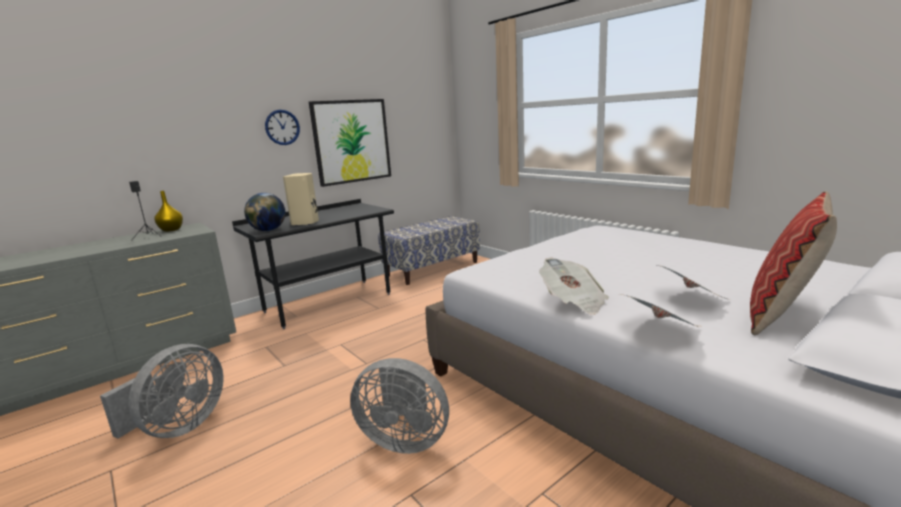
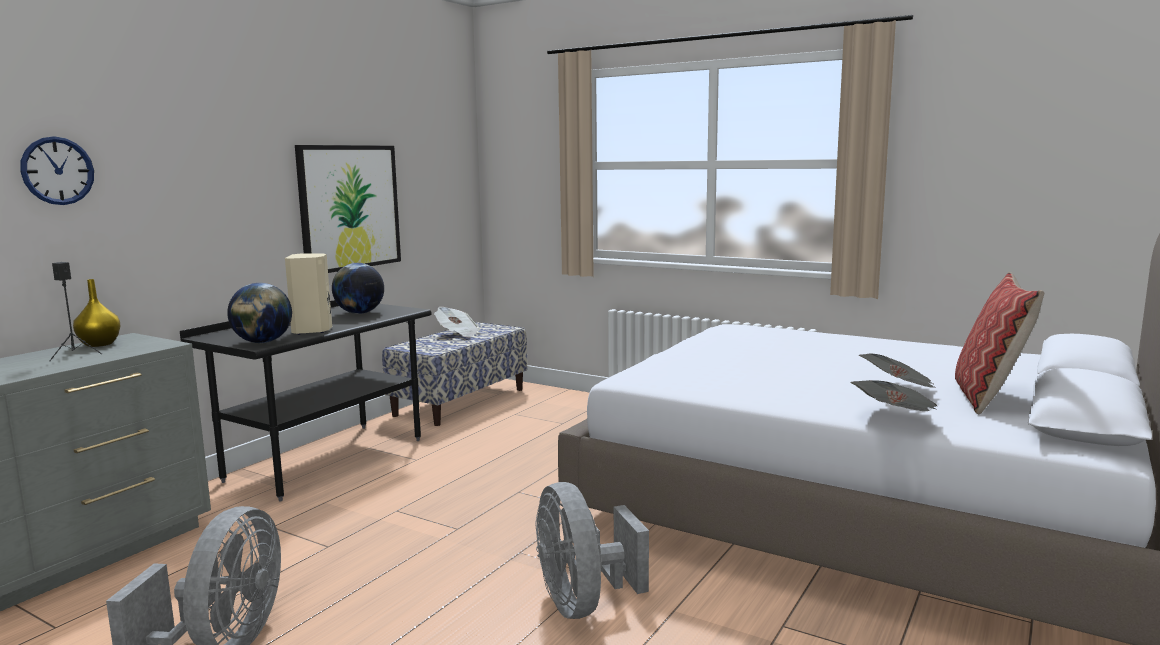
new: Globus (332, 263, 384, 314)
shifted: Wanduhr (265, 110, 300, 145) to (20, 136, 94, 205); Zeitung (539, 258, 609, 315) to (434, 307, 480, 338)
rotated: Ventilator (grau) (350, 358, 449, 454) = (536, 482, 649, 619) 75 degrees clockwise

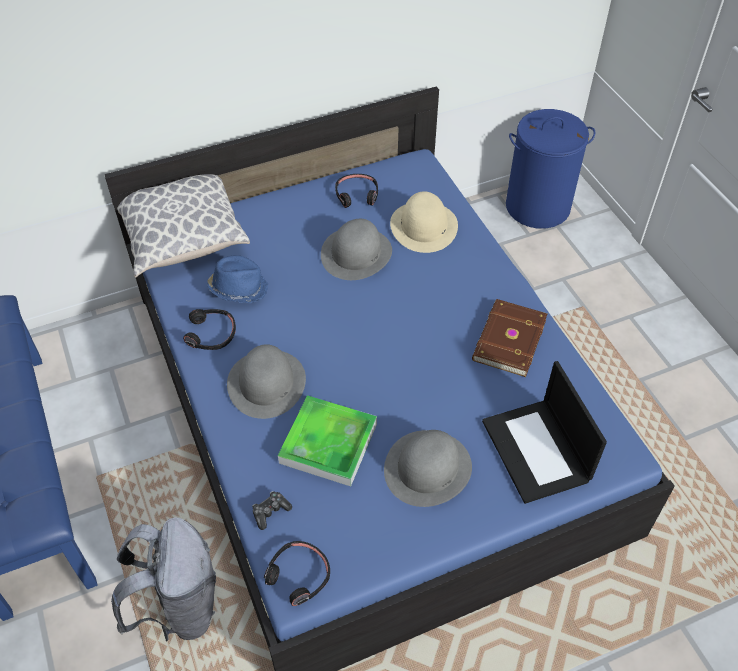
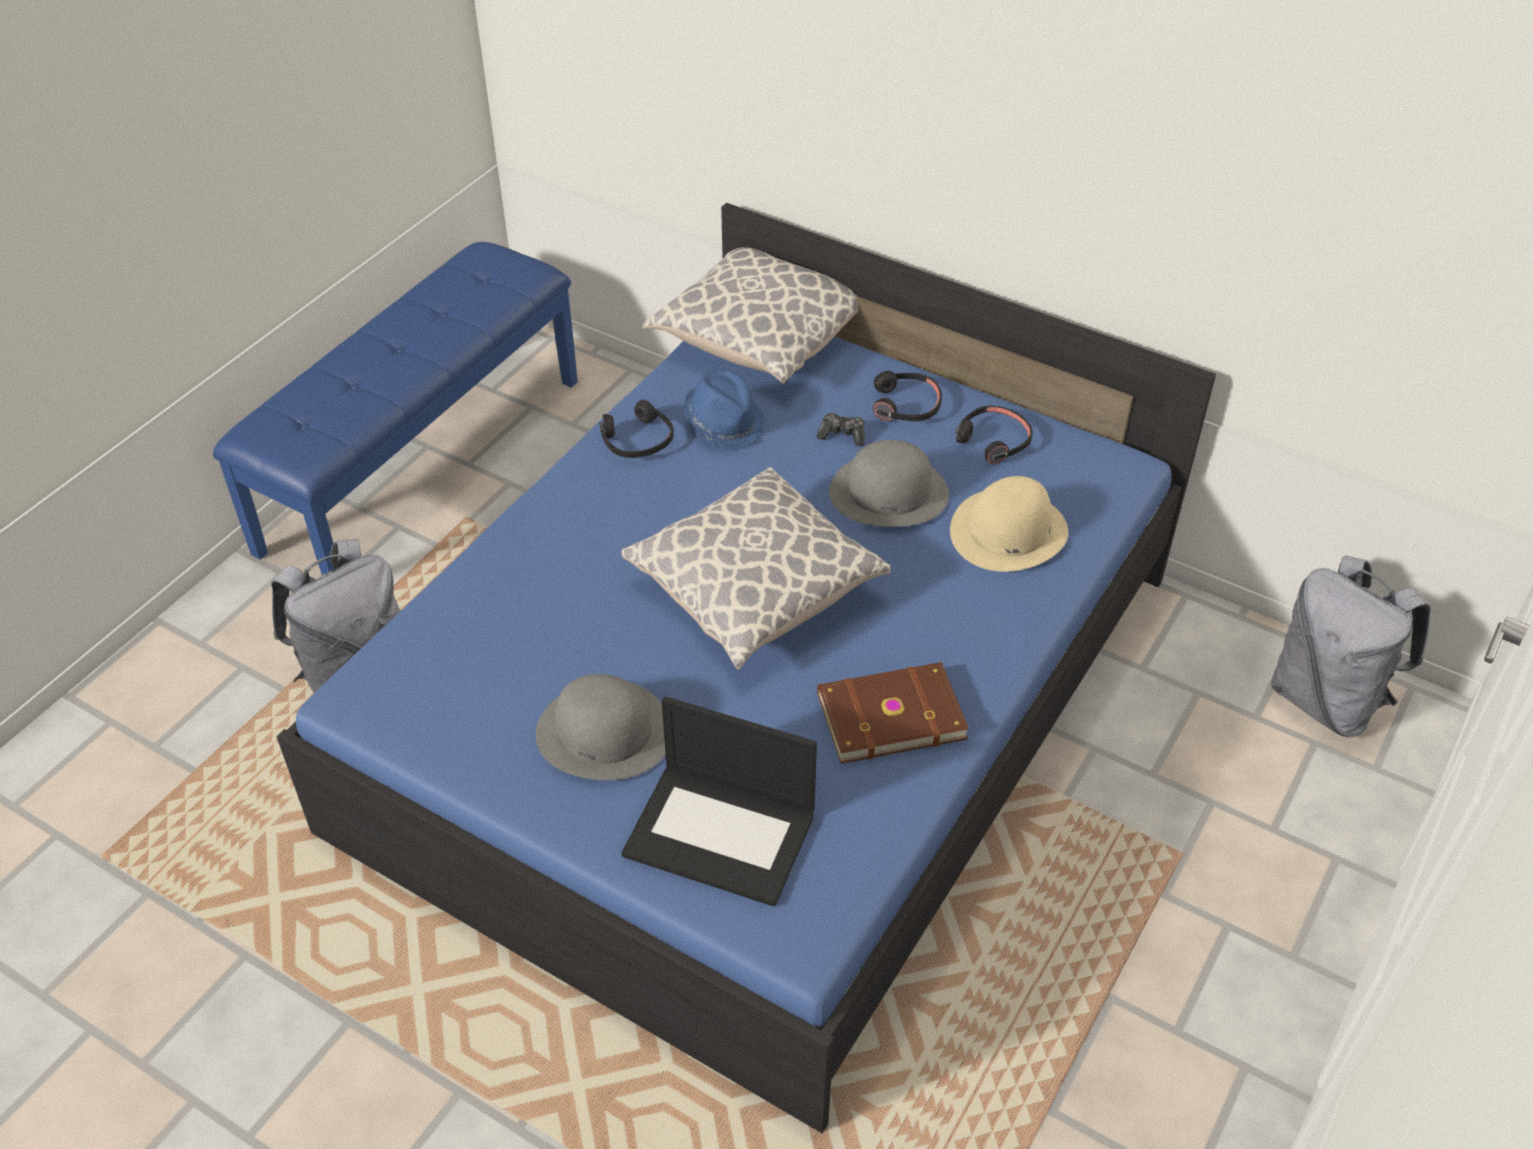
gone: Hut (grau) (227, 344, 306, 419); Tablett (278, 395, 377, 486)
new: Kissen (621, 467, 891, 670)
shifted: Gamepad (252, 491, 292, 530) to (817, 413, 865, 446); Kopfhörer (schwarz) (264, 541, 330, 606) to (873, 371, 942, 421)
swapped: Wäschekorb (blau) (506, 109, 595, 229) to Rucksack (grau) (1271, 556, 1431, 737)
rotated: Laptop (482, 361, 607, 504) = (622, 696, 817, 907) 105 degrees counterclockwise

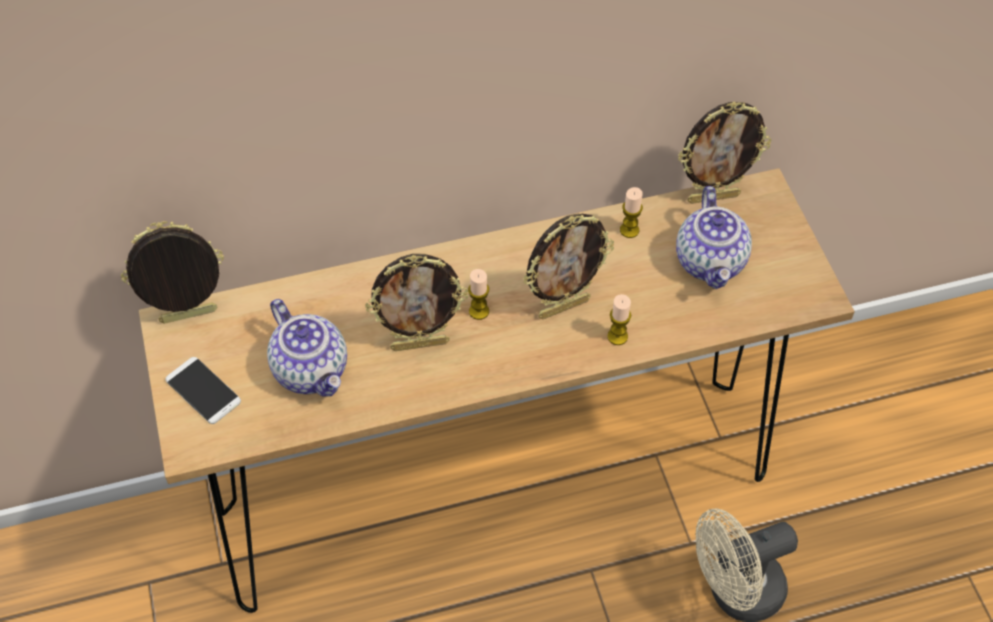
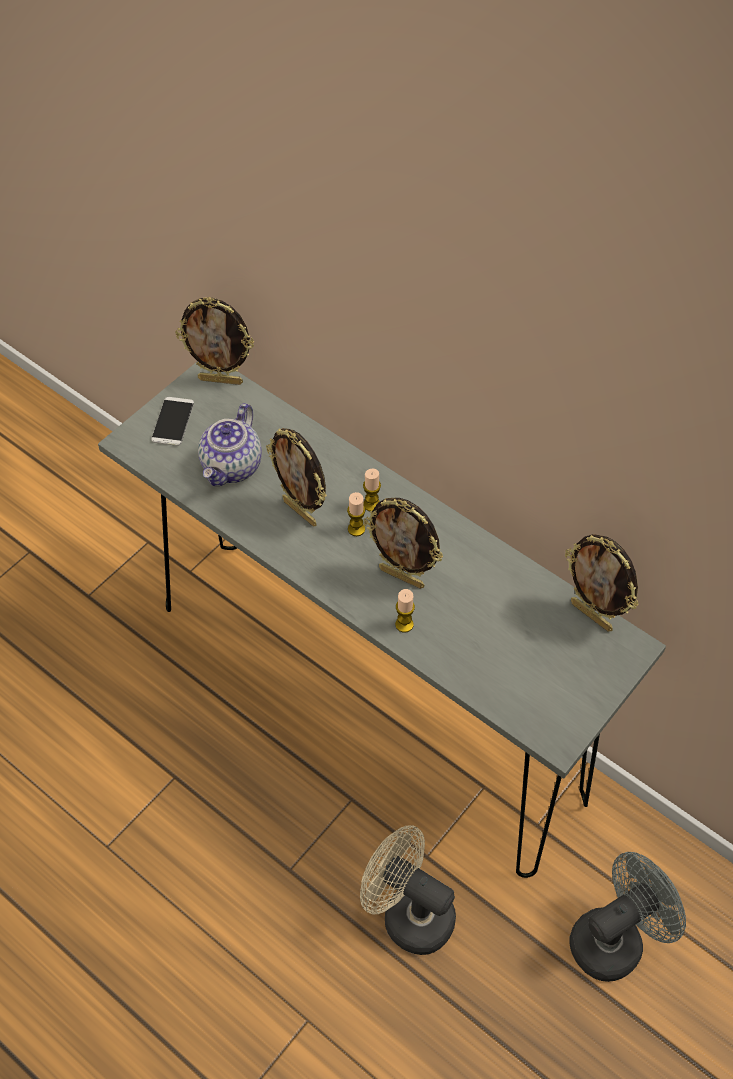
gone: Teekanne (676, 186, 752, 289)
new: Ventilator (grau) (569, 852, 686, 982)
shifted: Kerze (620, 187, 643, 238) to (363, 469, 381, 511)
repainted: Konsolentisch (braun) (139, 168, 854, 613) to Konsolentisch (grau) (98, 361, 666, 878)
rotated: Bilderrahmen (121, 221, 224, 324) = (175, 297, 254, 385) 150 degrees clockwise

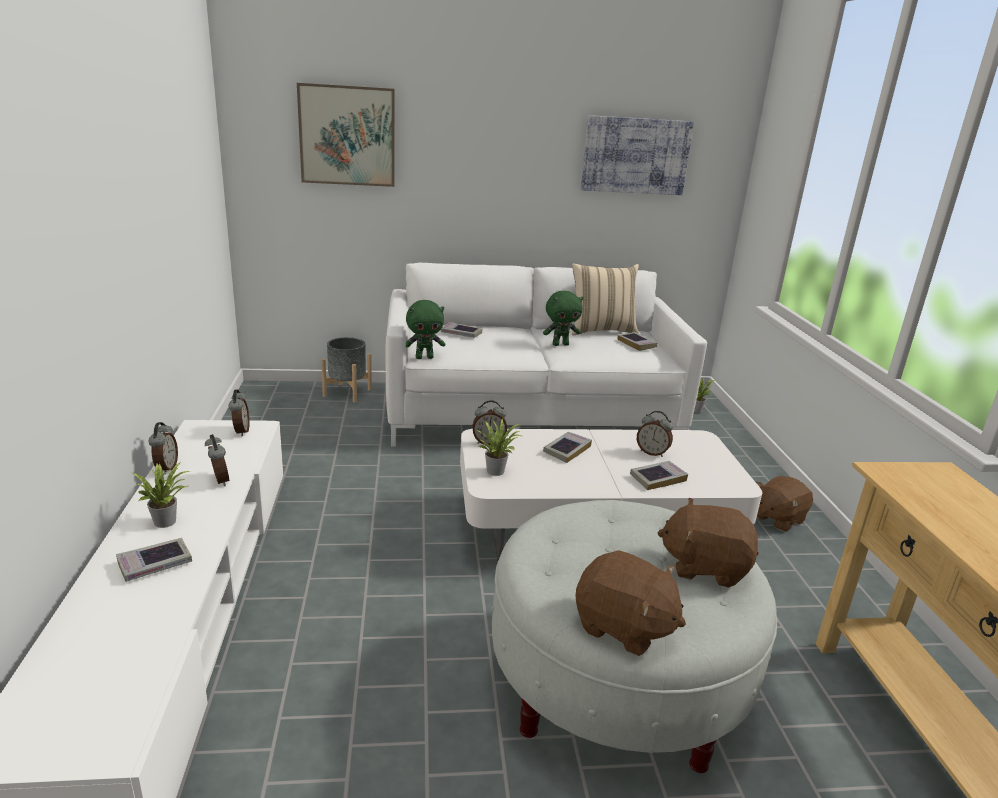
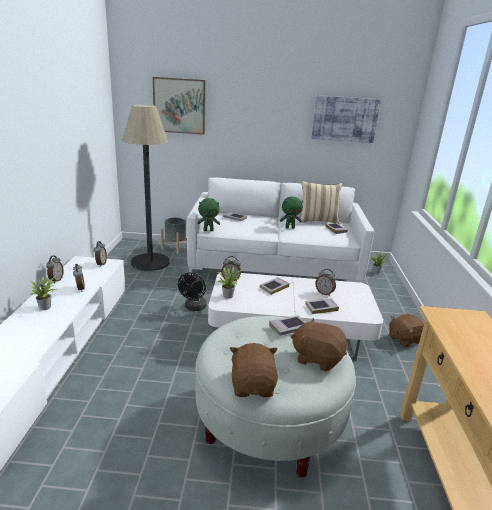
new: Stehlampe (122, 105, 170, 271); Ventilator (schwarz) (178, 273, 207, 311)
shifted: Buch (116, 538, 192, 582) to (269, 315, 306, 336)
rotated: Plüschtier (braun) (575, 550, 686, 656) = (230, 343, 278, 397) 135 degrees counterclockwise

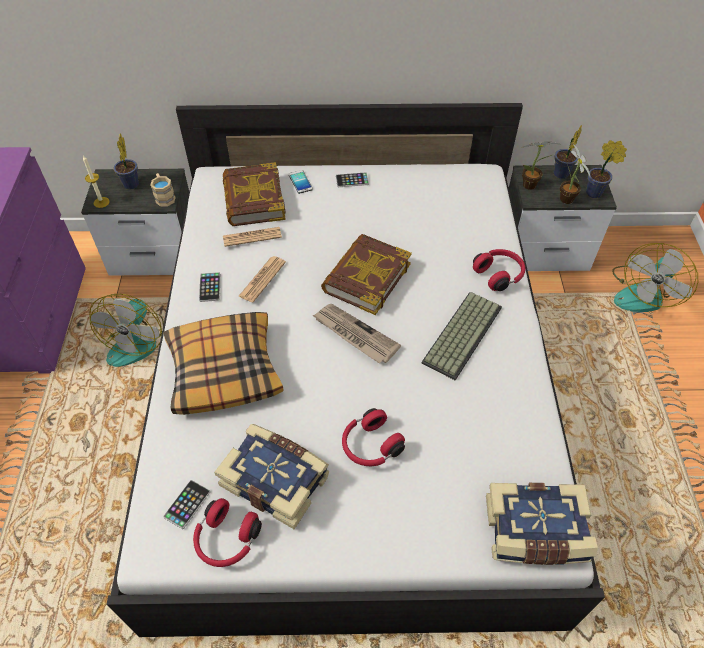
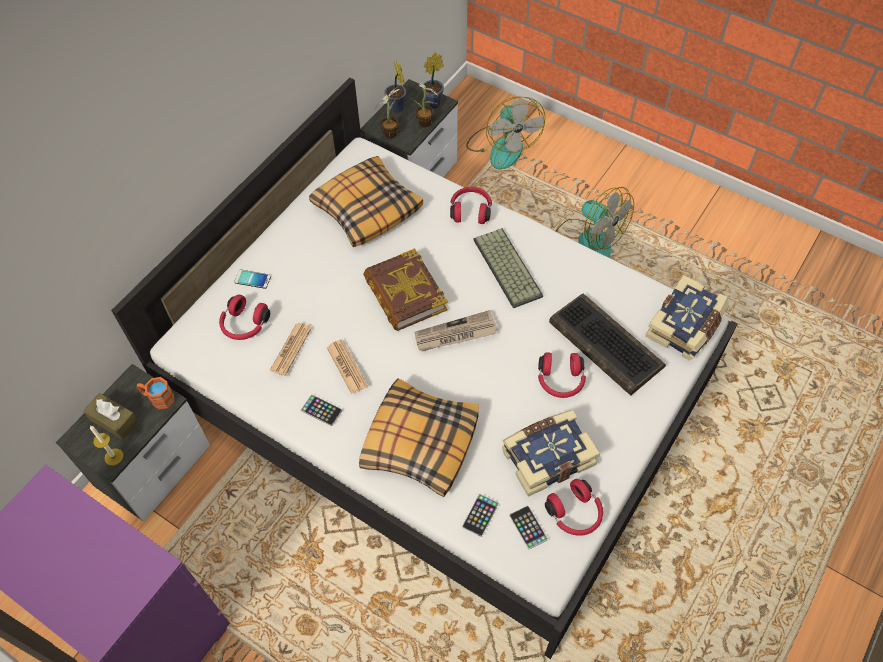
new: Kissen (309, 156, 423, 247); Tastatur (549, 293, 666, 396)
shifted: Handy (336, 172, 369, 187) to (462, 494, 499, 537); Ventilator (89, 294, 164, 367) to (555, 187, 634, 258)
swapped: Topfpflanze (114, 134, 139, 190) to Taschentuchbox (braun) (83, 393, 139, 440); Buch (223, 162, 286, 226) to Kopfhörer (rot) (219, 295, 270, 340)
repainted: Henkelbecher (beige) (150, 173, 176, 206) to Henkelbecher (orange) (137, 377, 174, 409)

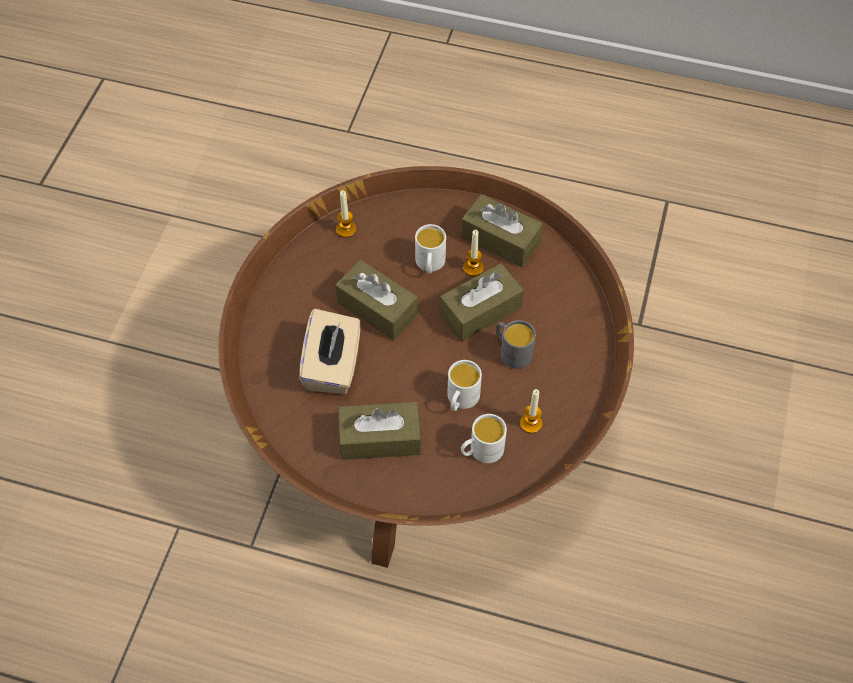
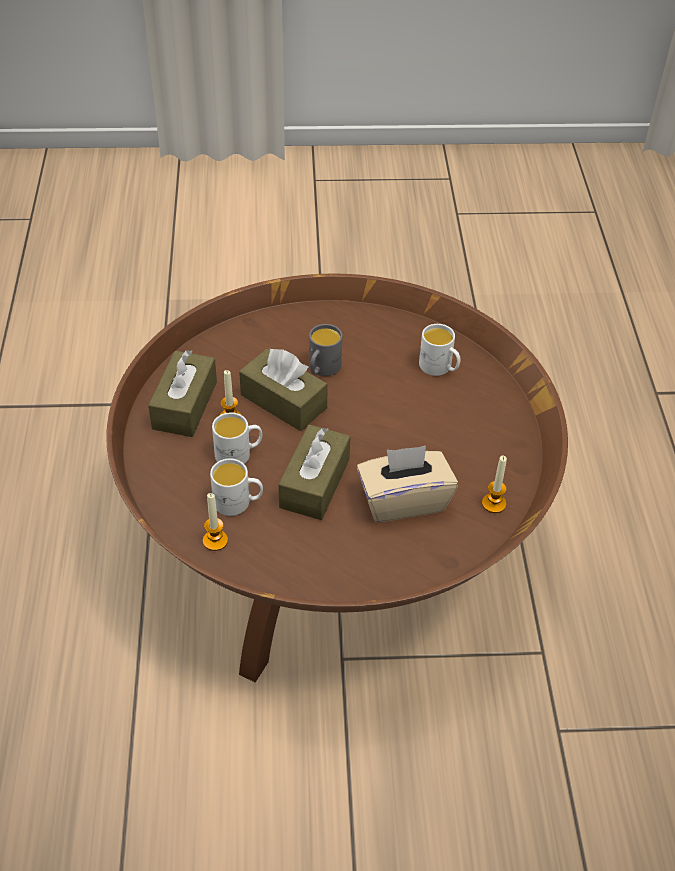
gone: Taschentuchbox (braun) (338, 402, 422, 460)
shifted: Henkelbecher (weiß) (447, 360, 482, 411) to (210, 459, 263, 516); Kerze (520, 389, 542, 433) to (482, 455, 507, 513)

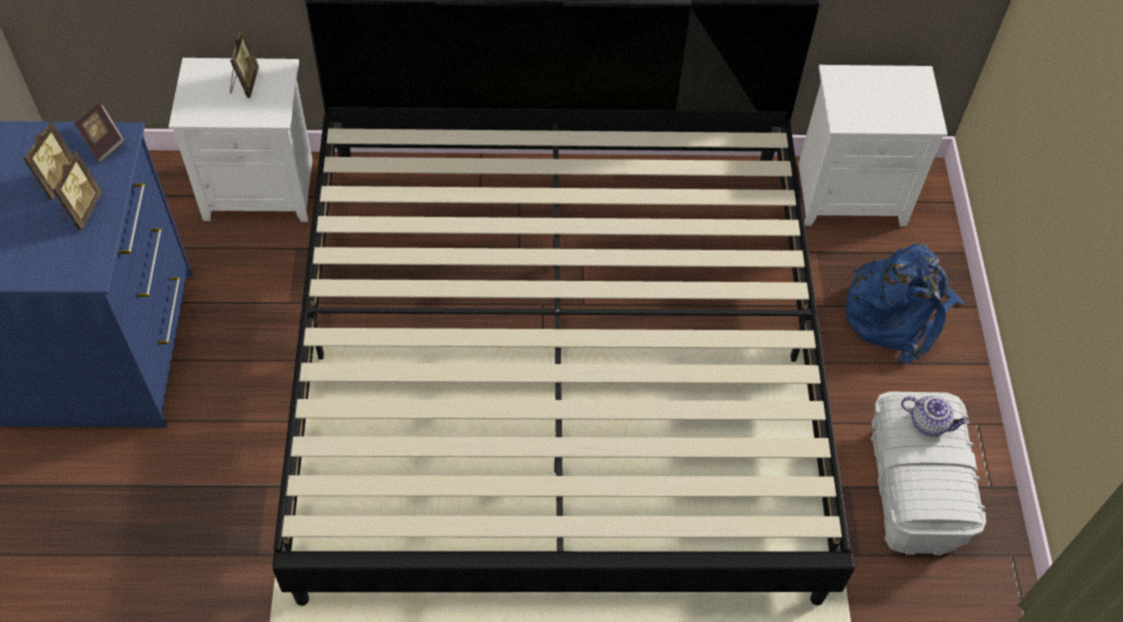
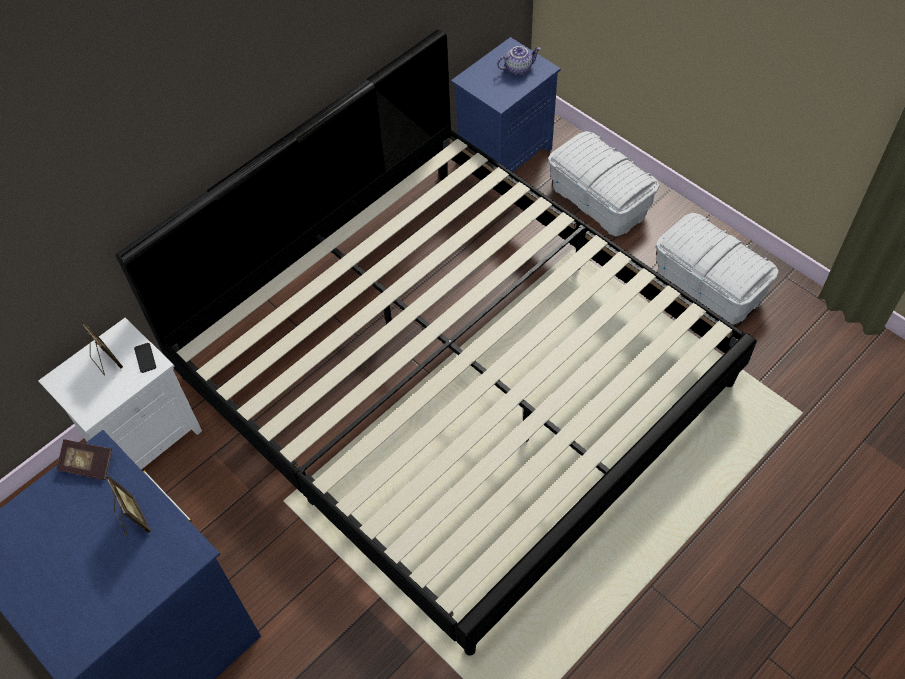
gone: Bilderrahmen (23, 121, 72, 200)
new: Handy (134, 343, 156, 373)
shifted: Teekanne (901, 395, 969, 436) to (497, 46, 541, 75)
swapped: Rucksack (blau) (846, 243, 964, 364) to Aufbewahrungsbox (weiß) (548, 131, 660, 237)
repainted: Nachttisch (weiß) (798, 65, 948, 226) to Nachttisch (blau) (451, 37, 561, 172)

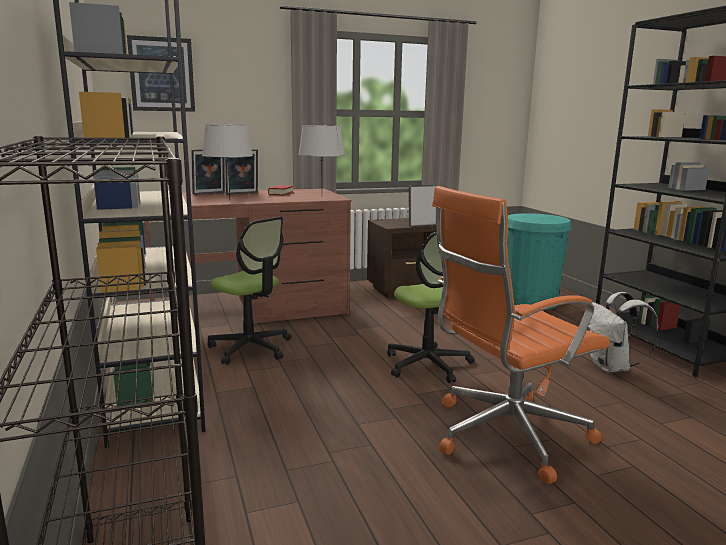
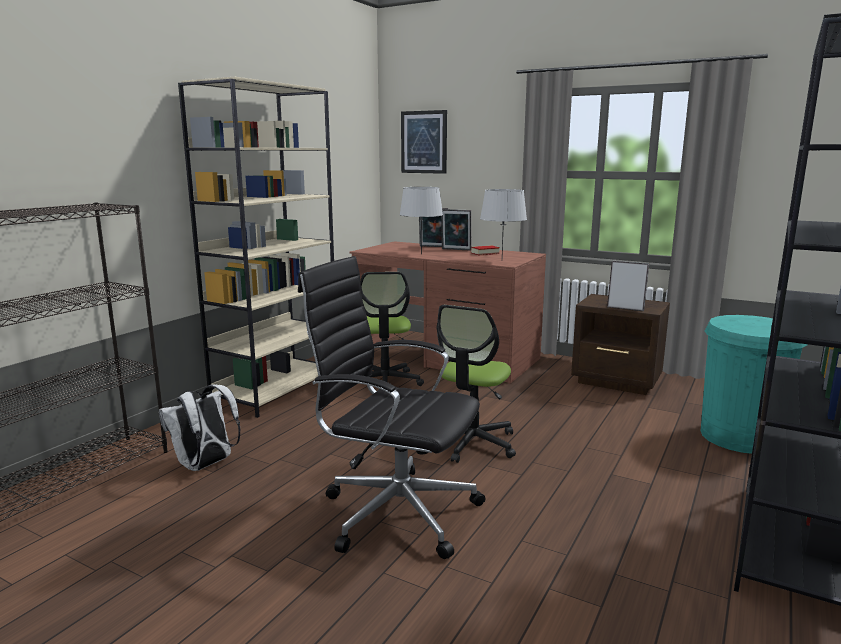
shifted: Rucksack (weiß) (588, 292, 659, 372) to (159, 385, 241, 471)
repainted: Bürostuhl (orange) (432, 186, 610, 484) to Bürostuhl (schwarz) (298, 256, 485, 559)

